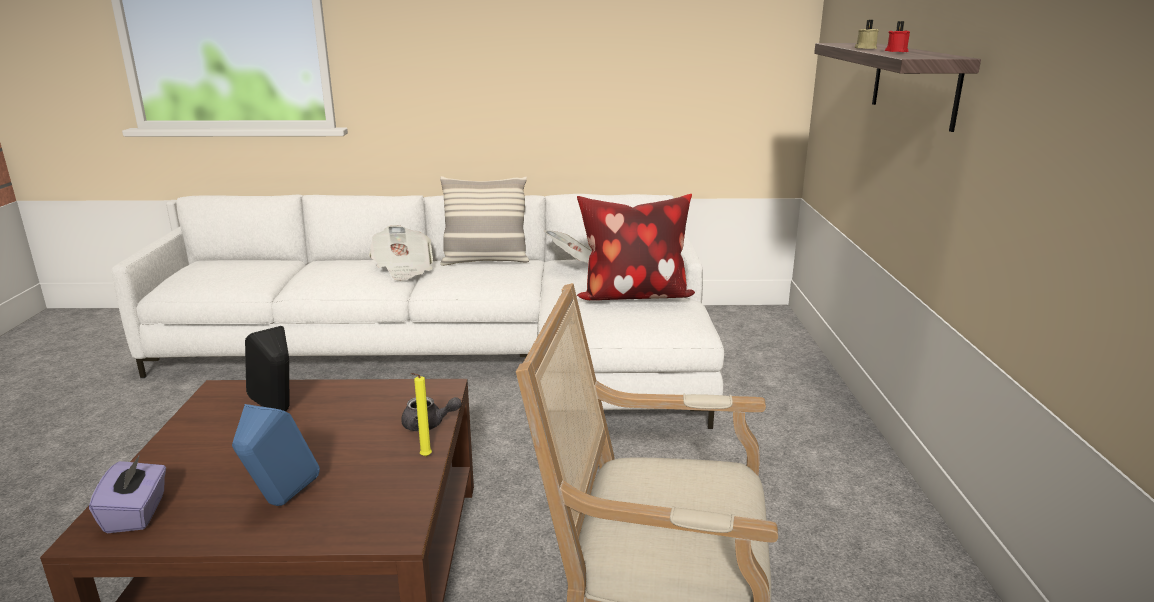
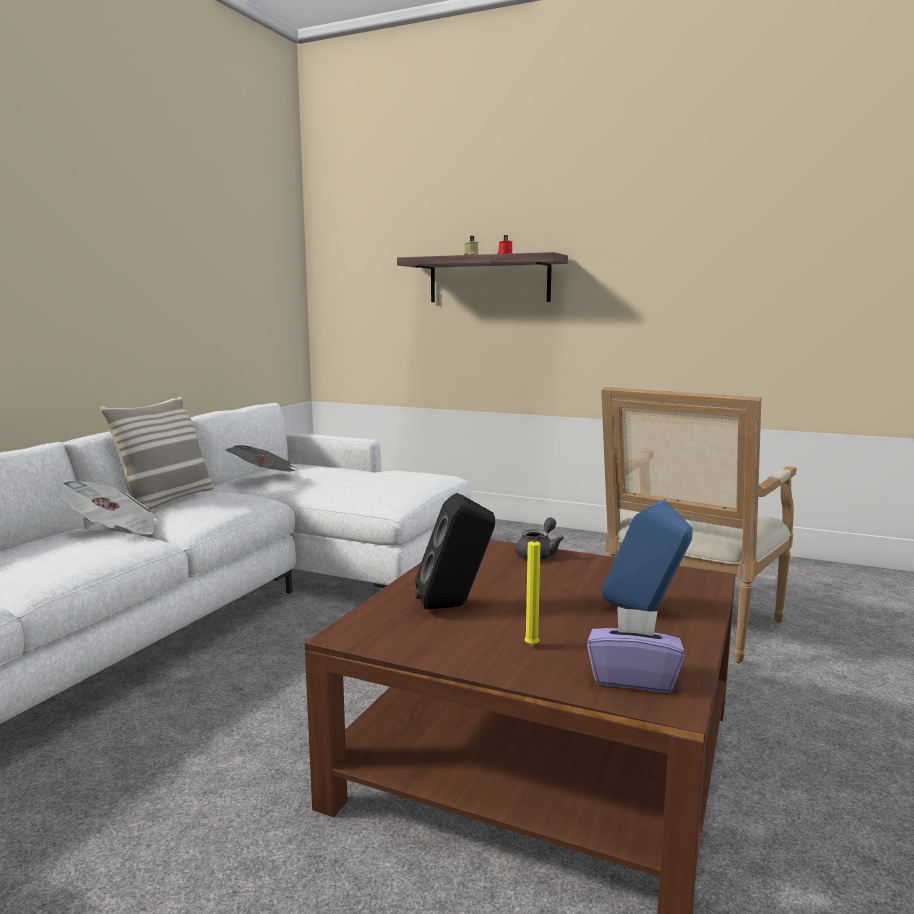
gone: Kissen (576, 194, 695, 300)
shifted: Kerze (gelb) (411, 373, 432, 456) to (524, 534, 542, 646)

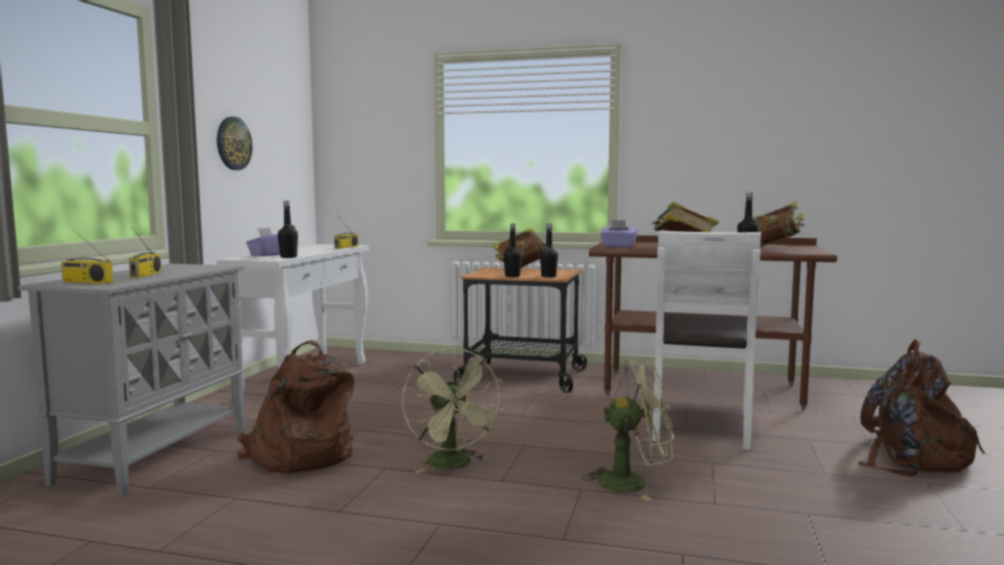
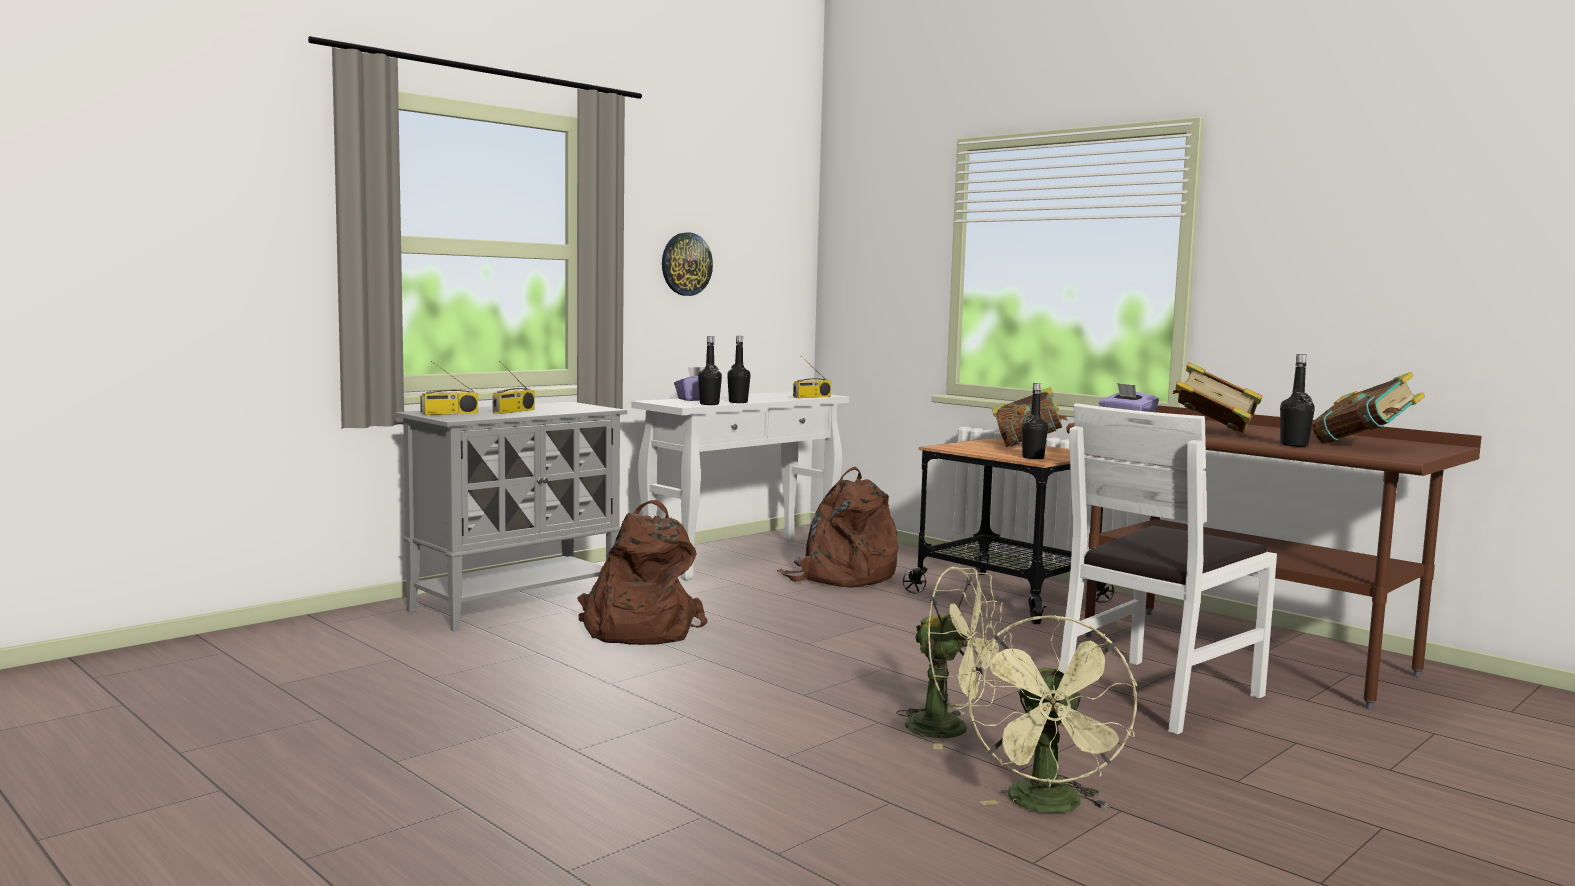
shifted: Flasche (schwarz) (504, 224, 522, 277) to (727, 336, 750, 403); Rucksack (braun) (857, 339, 985, 476) to (777, 467, 898, 588); Ventilator (grün) (402, 348, 504, 473) to (968, 615, 1137, 813)
rotated: Radio (61, 229, 113, 284) = (420, 361, 478, 415) 75 degrees counterclockwise

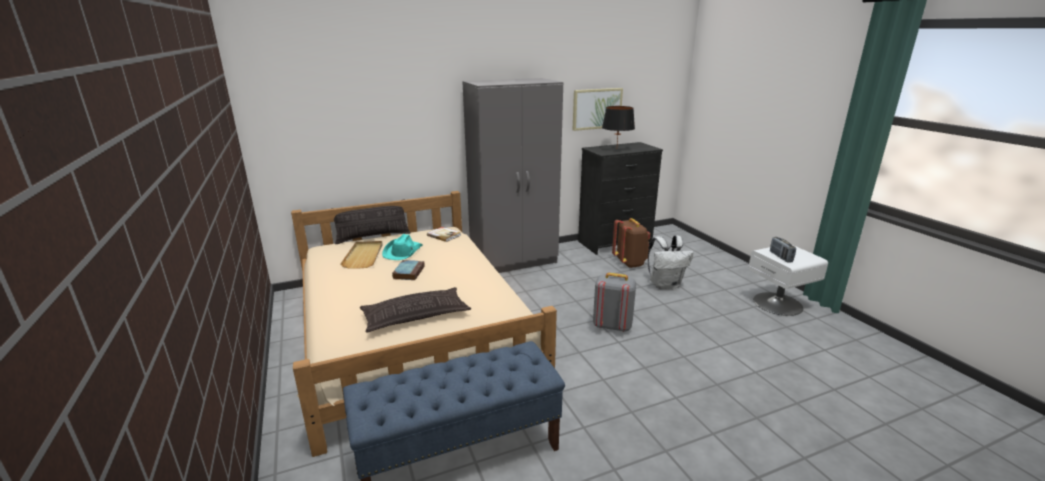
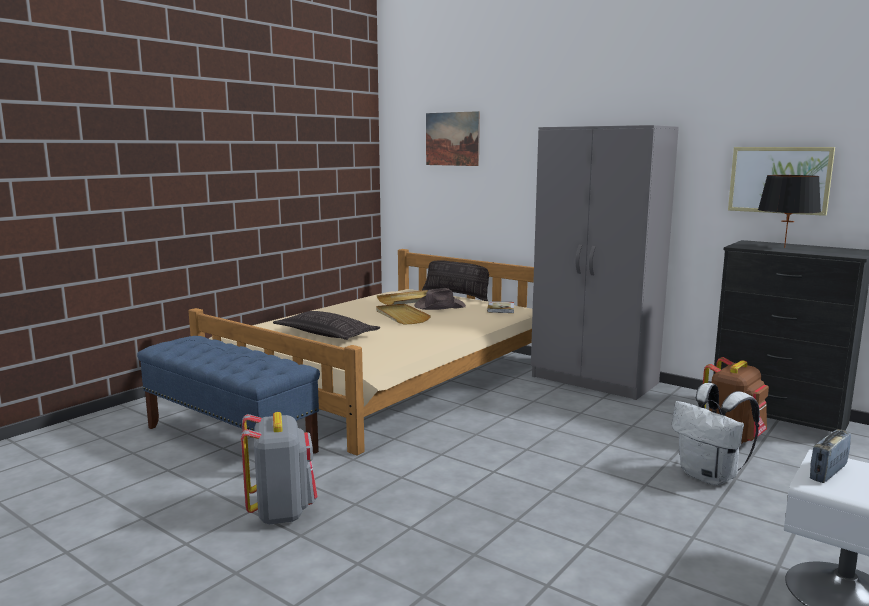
new: Bild (426, 111, 480, 166)
shifted: Rucksack (grau) (593, 273, 636, 332) to (241, 412, 317, 525)
swapped: Buch (392, 260, 425, 280) to Tablett (beige) (376, 303, 431, 325)
repainted: Hut (türkis) (382, 234, 423, 260) to Hut (braun) (414, 288, 466, 310)

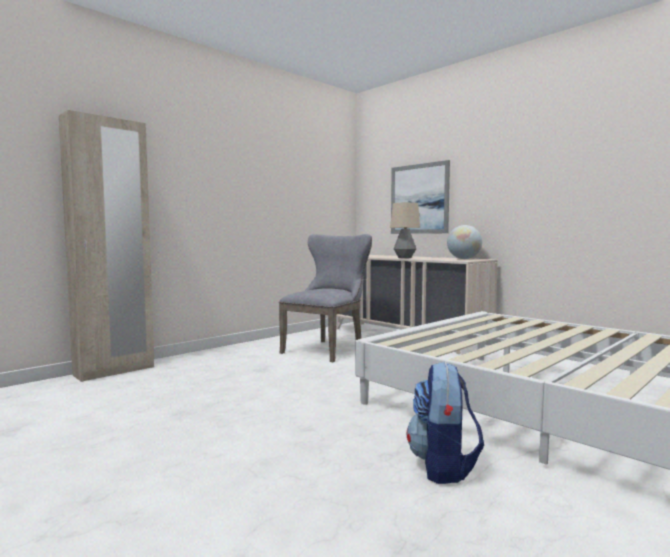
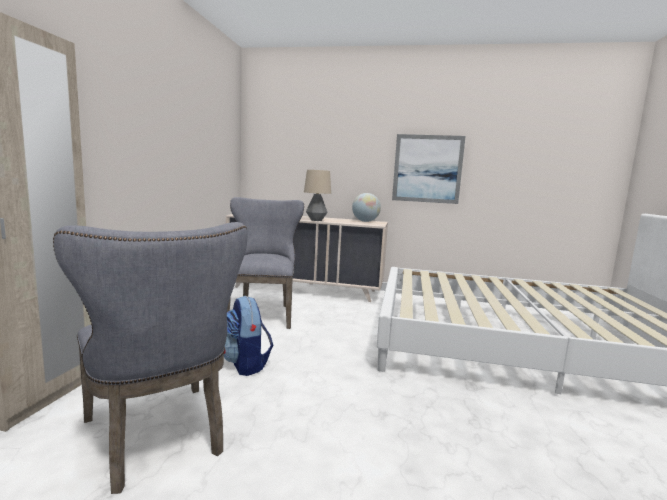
new: Stuhl (grau) (53, 222, 248, 494)
shifted: Bild (391, 160, 450, 234) to (392, 134, 466, 204); Rucksack (407, 362, 484, 484) to (224, 296, 273, 376)

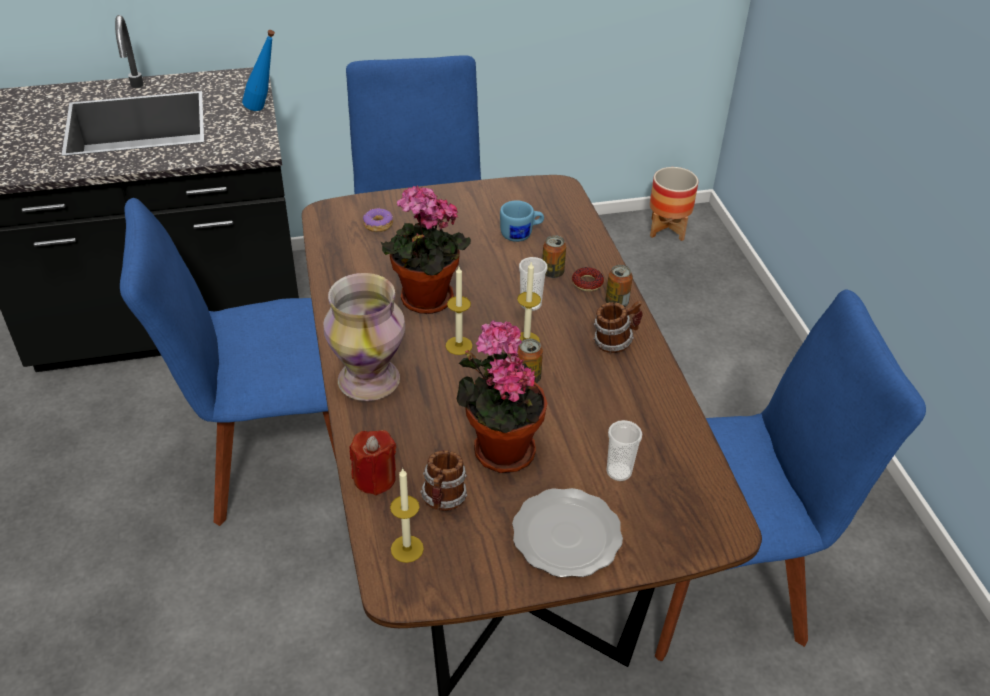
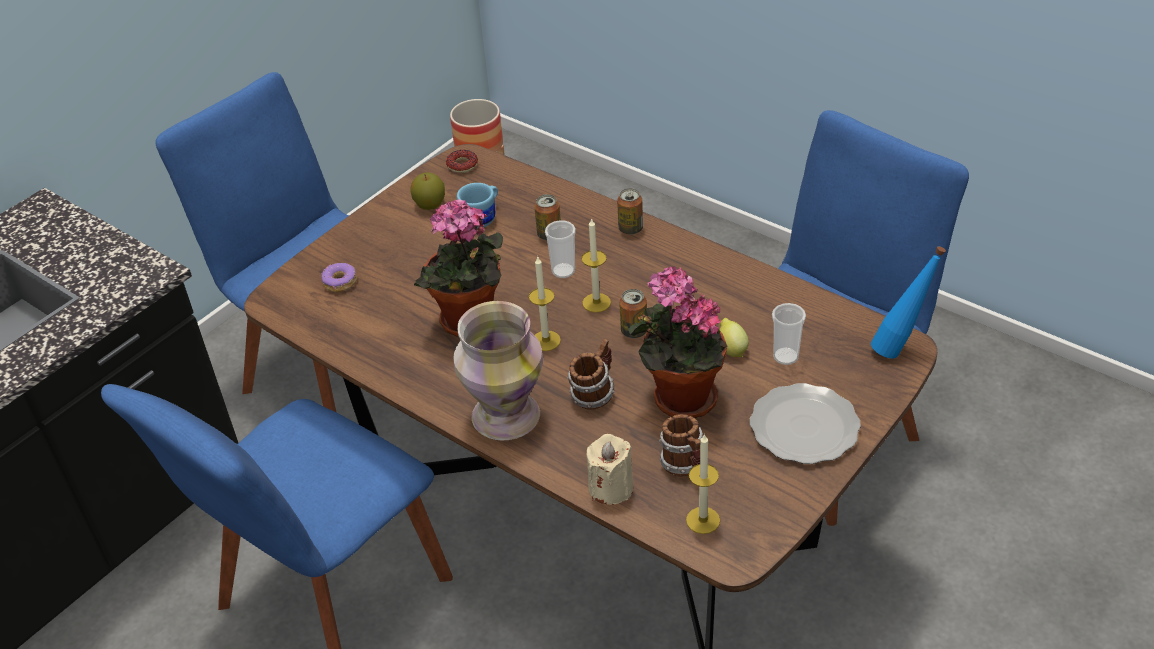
new: Apfel (410, 172, 445, 210); Zitrone (720, 318, 749, 357)
shifted: Flasche (blau) (242, 30, 275, 111) to (871, 246, 946, 359); Donut (572, 267, 604, 292) to (446, 150, 478, 173); Henkelbecher (593, 301, 643, 353) to (567, 339, 614, 409)
repainted: Kerze (rot) (349, 430, 396, 495) to Kerze (beige) (587, 434, 633, 505)

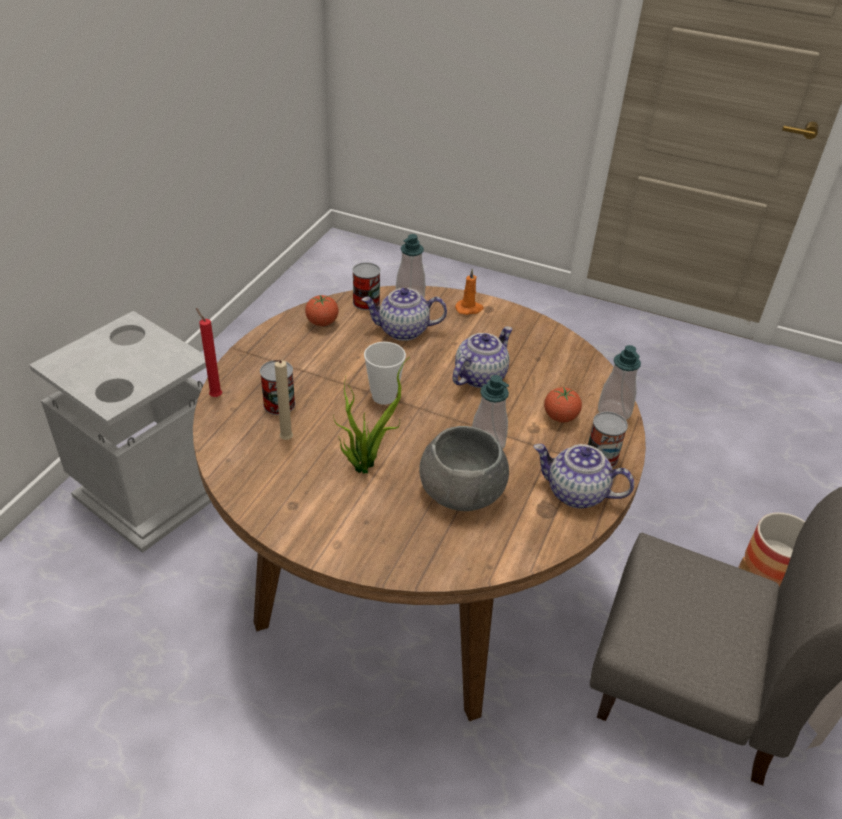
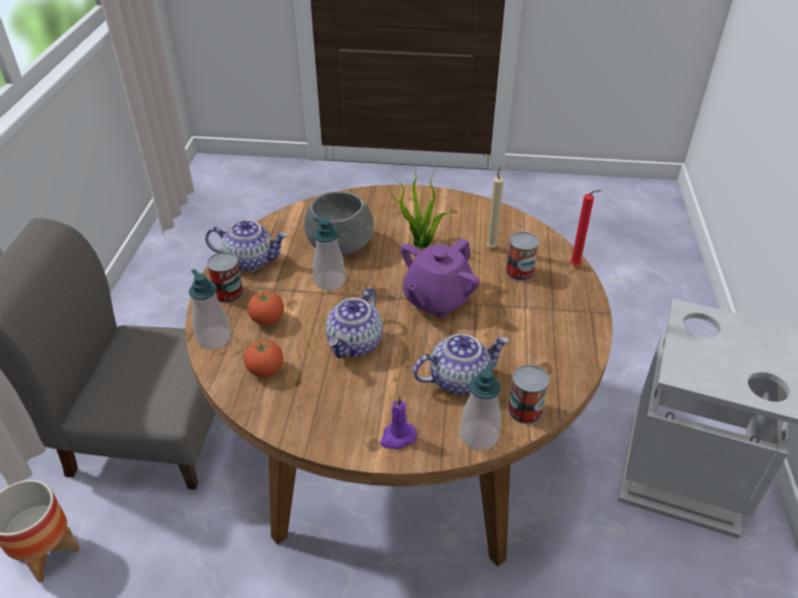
shifted: Tomate (305, 295, 339, 326) to (244, 340, 283, 377)
swapped: Tasse (364, 342, 406, 405) to Teekanne (lila) (401, 238, 480, 318)
repainted: Kerze (orange) (455, 268, 484, 315) to Kerze (lila) (380, 396, 417, 449)

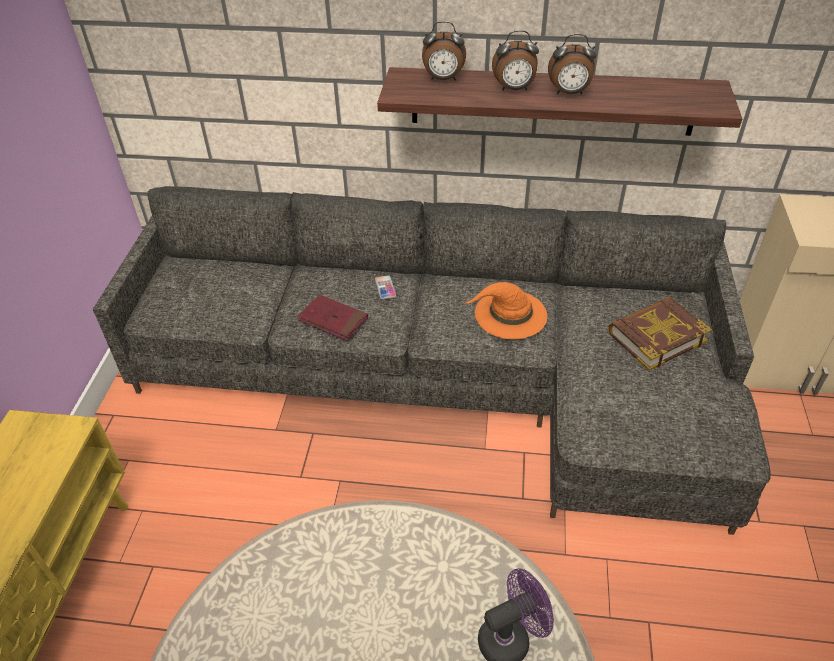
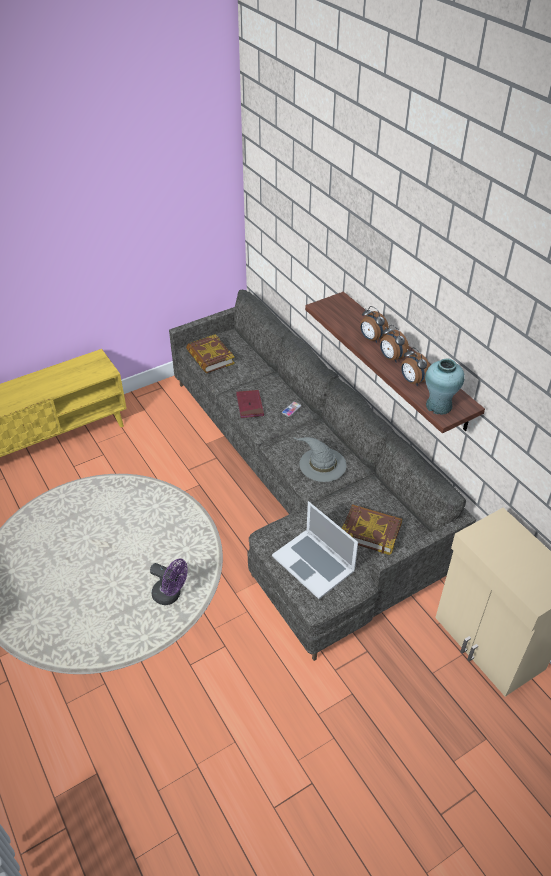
new: Buch (186, 334, 235, 374); Vase (türkis) (425, 358, 465, 415); Laptop (272, 501, 358, 599)
shifted: Wecker (422, 21, 466, 80) to (401, 347, 430, 386)
repainted: Hut (orange) (465, 282, 547, 339) to Hut (grau) (293, 437, 347, 482)

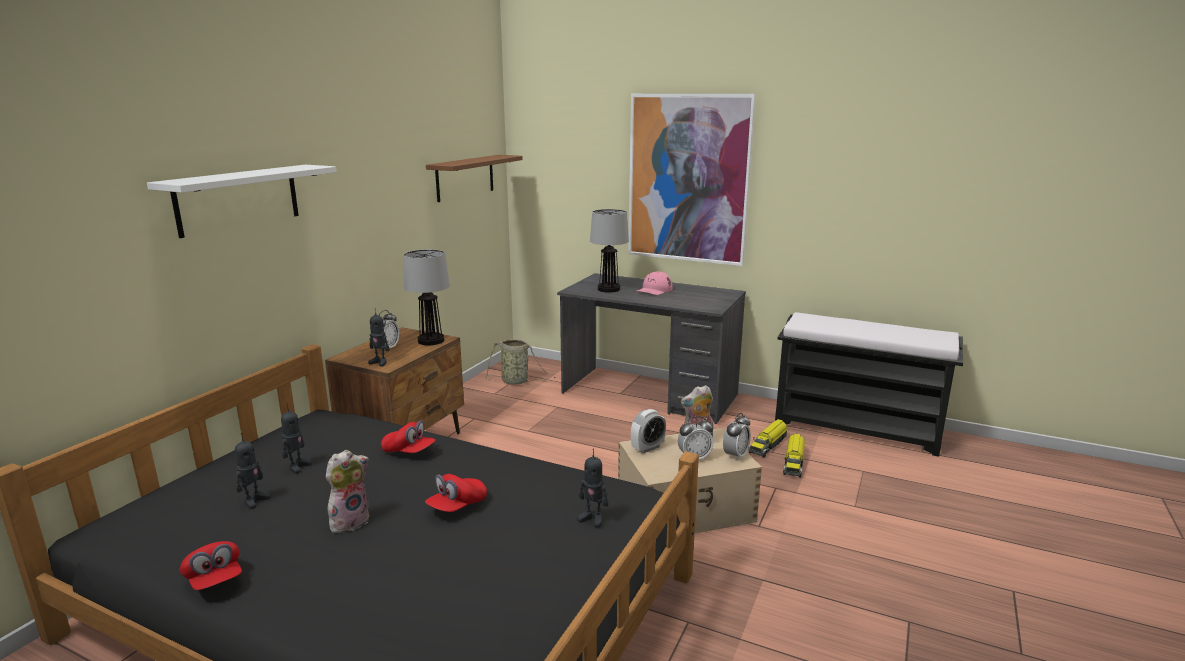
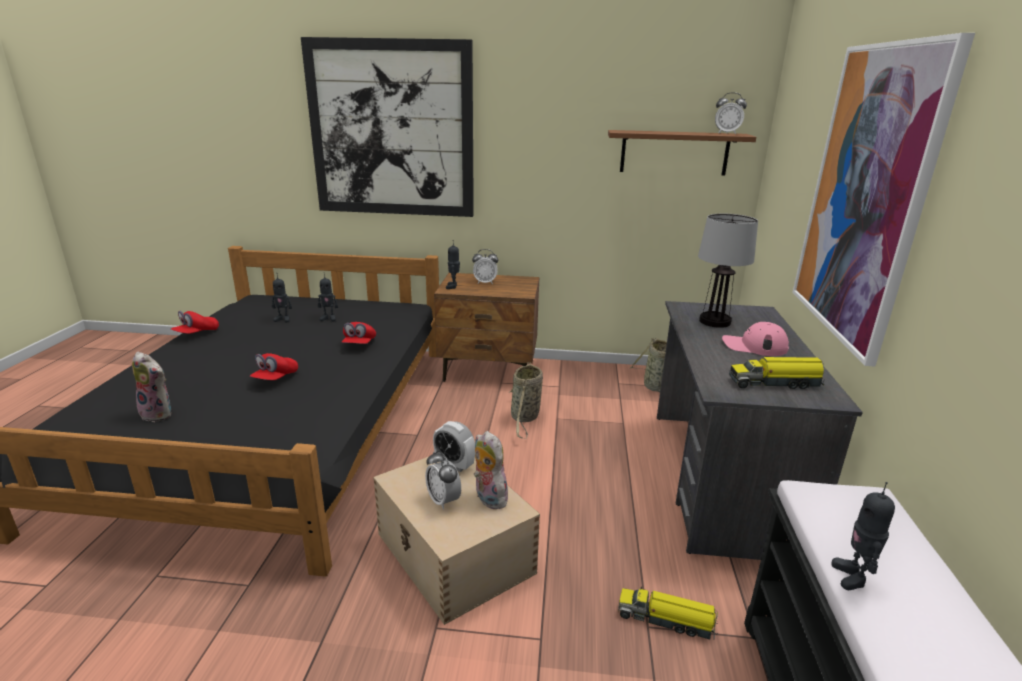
gone: Tischlampe (404, 249, 450, 345)
new: Korb (510, 362, 543, 439)
shifted: Wecker (723, 413, 751, 461) to (715, 92, 747, 134); Spielzeuglaster (783, 434, 805, 478) to (729, 357, 824, 389); Spielzeugroboter (577, 448, 608, 528) to (831, 482, 895, 590); Plüschtier (326, 450, 369, 533) to (132, 352, 171, 422)
swapped: Wandregal (weiß) (147, 165, 337, 238) to Bild (301, 37, 474, 217)
rotated: Kappe (rot) (425, 474, 487, 512) = (250, 353, 298, 380) 90 degrees counterclockwise

